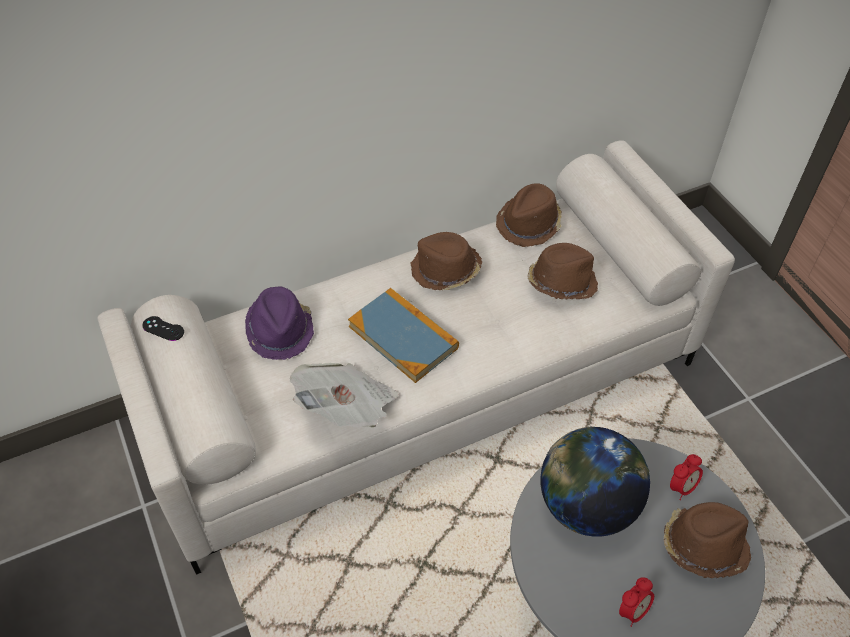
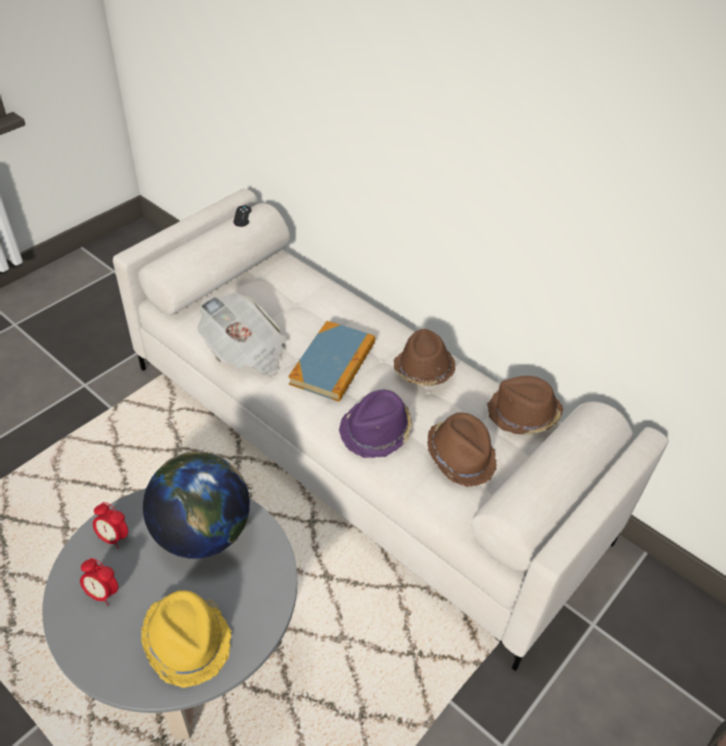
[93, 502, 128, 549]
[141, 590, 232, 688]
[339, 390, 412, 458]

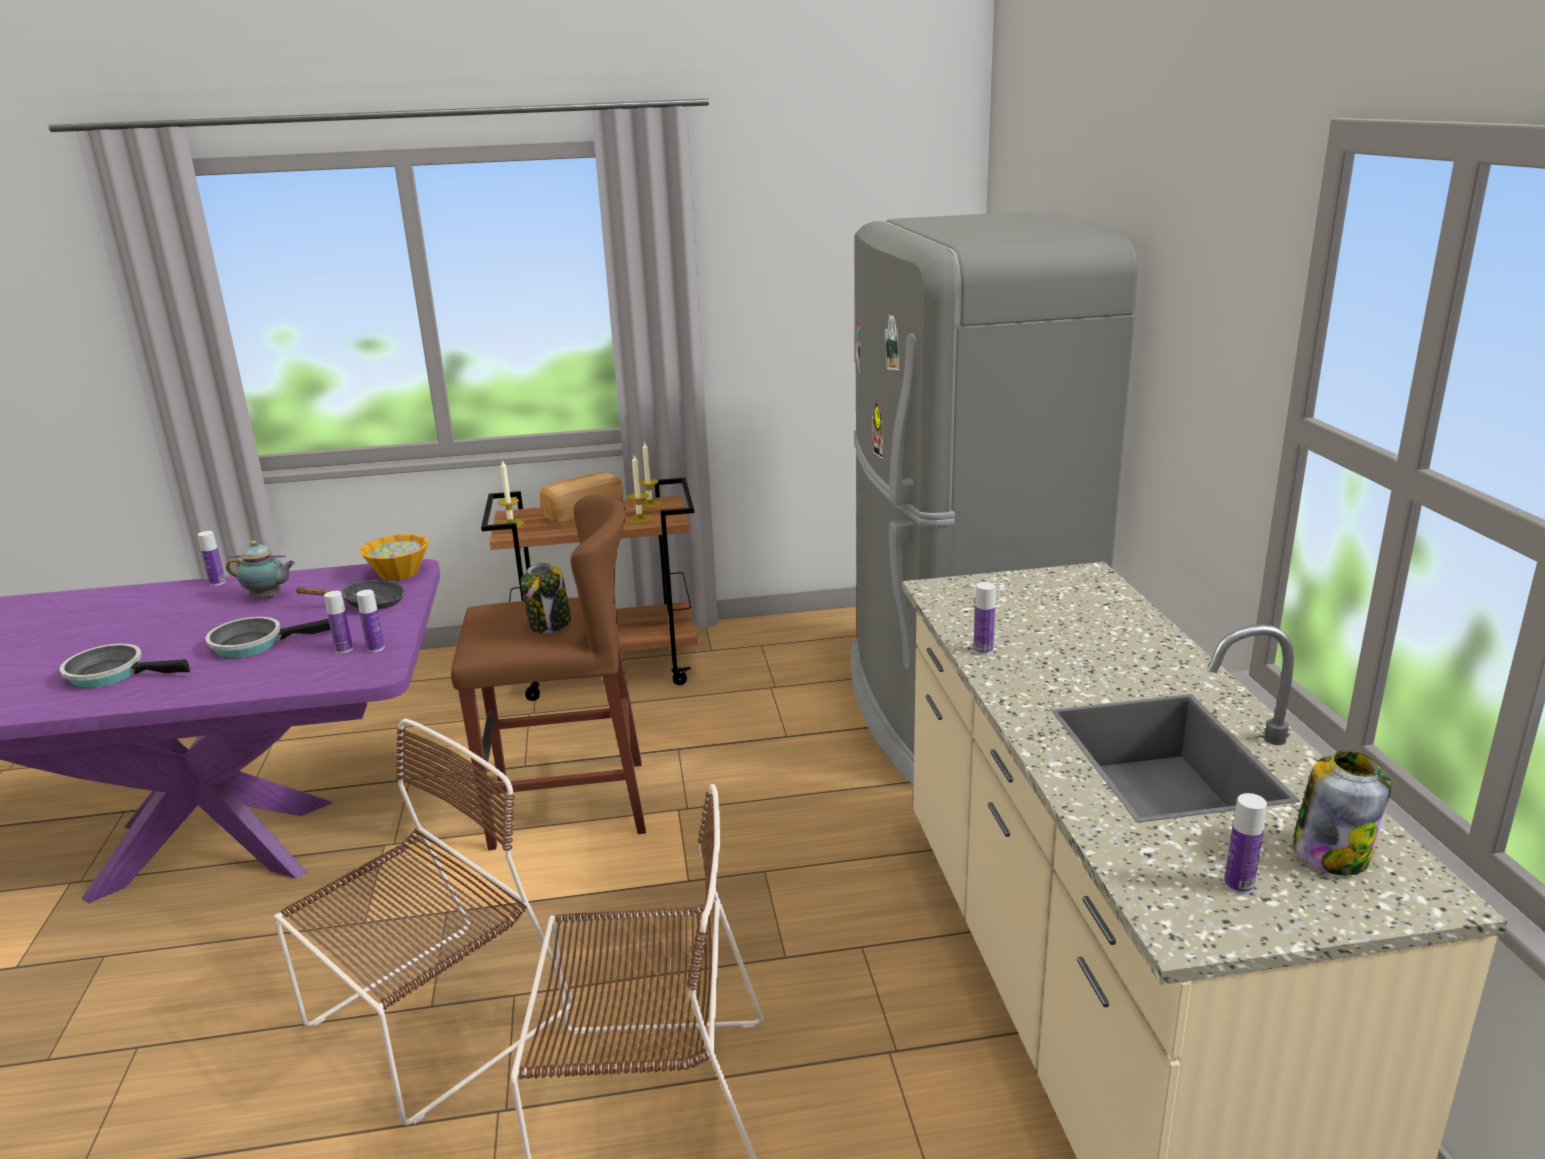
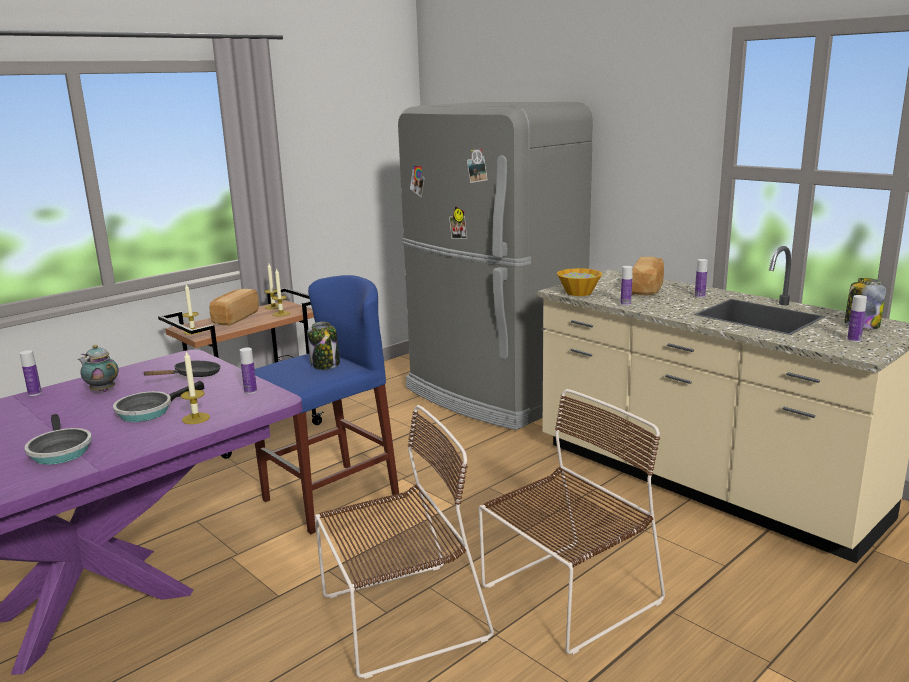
[24, 414, 92, 465]
[78, 345, 119, 392]
[181, 351, 210, 424]
[255, 275, 399, 534]
[315, 405, 494, 679]
[557, 268, 602, 296]
[632, 257, 664, 295]
[695, 259, 708, 298]

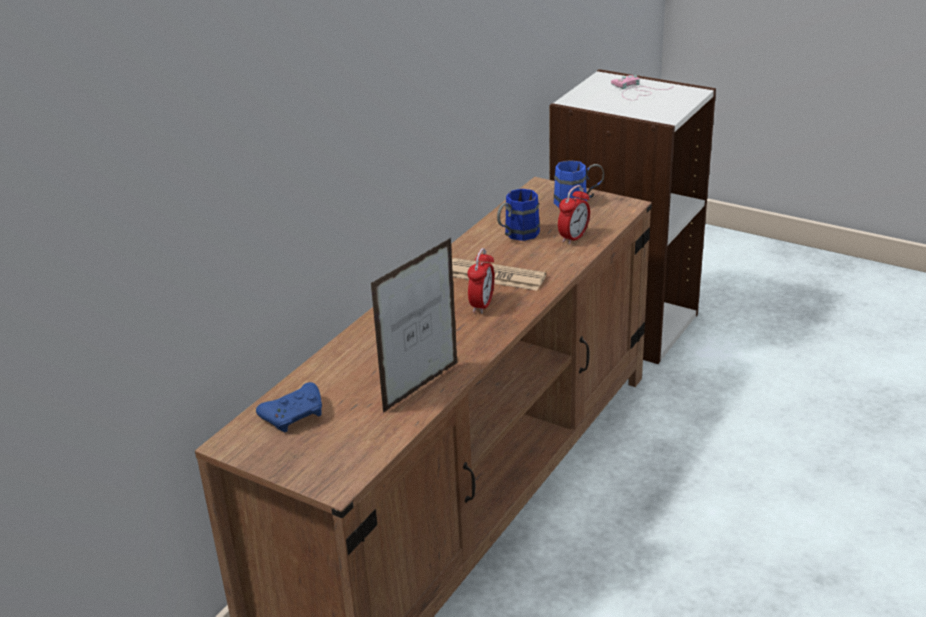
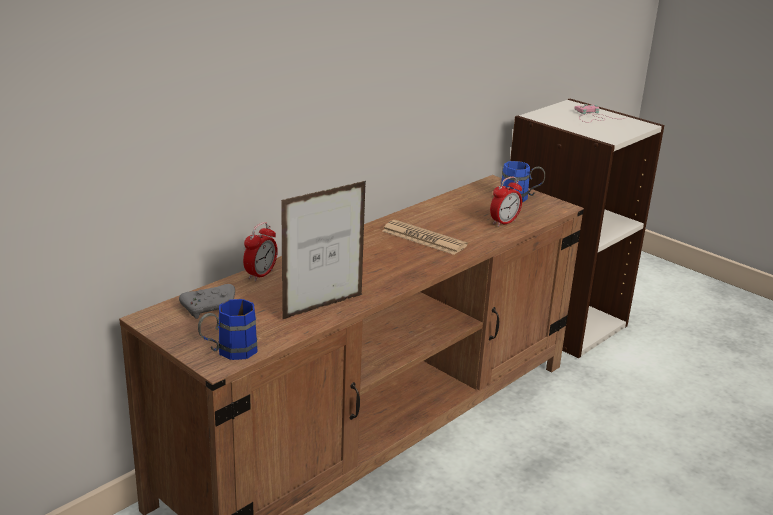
[179, 284, 235, 319]
[198, 299, 258, 360]
[243, 222, 278, 281]

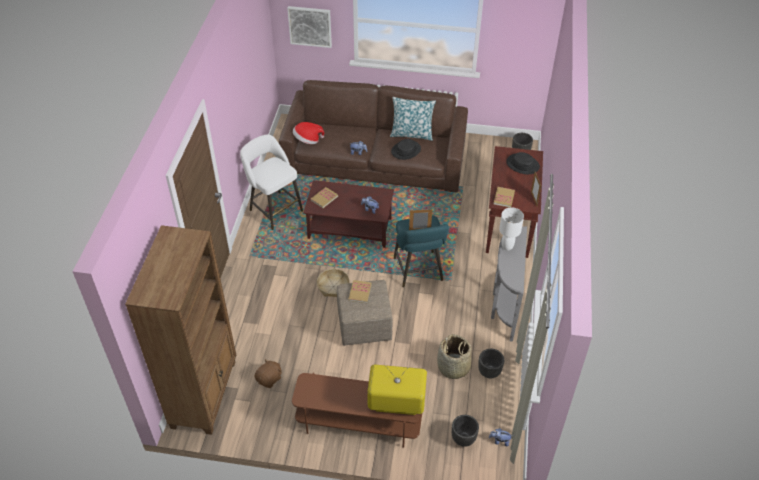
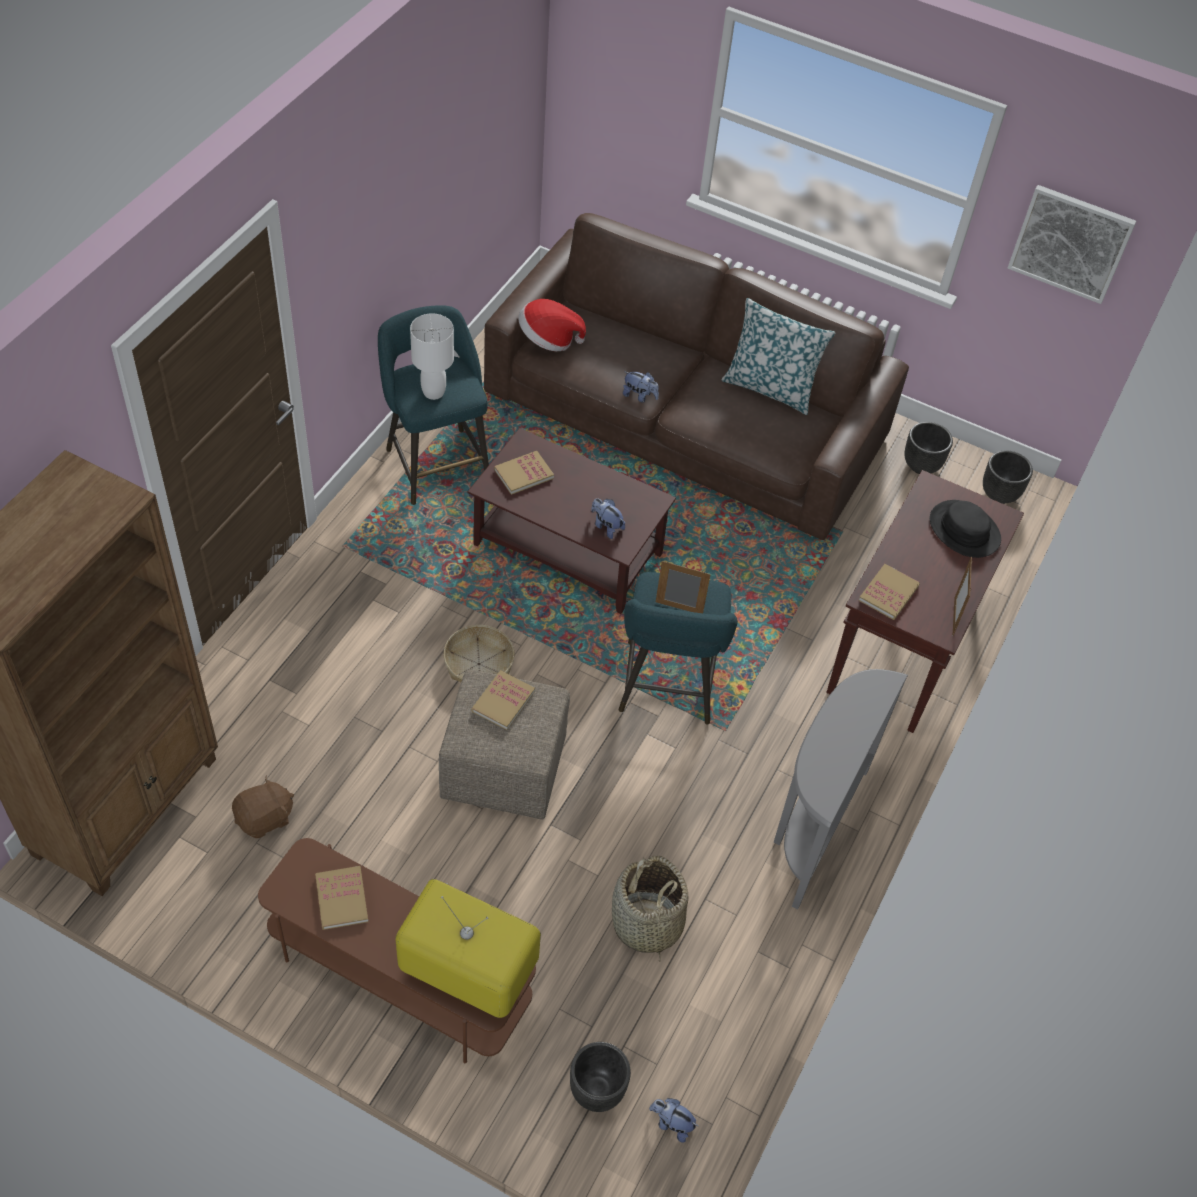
[315, 866, 368, 930]
[378, 305, 489, 505]
[410, 313, 454, 400]
[905, 422, 953, 474]
[1008, 185, 1137, 304]
[391, 139, 421, 160] (first image)

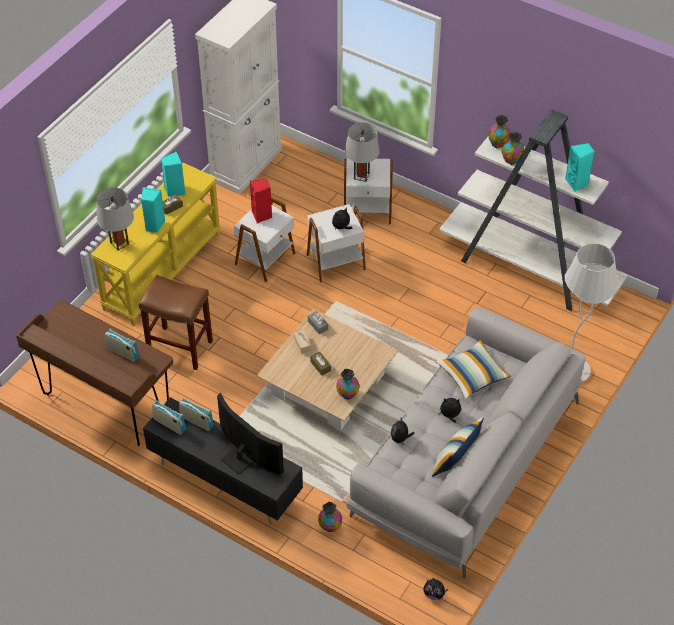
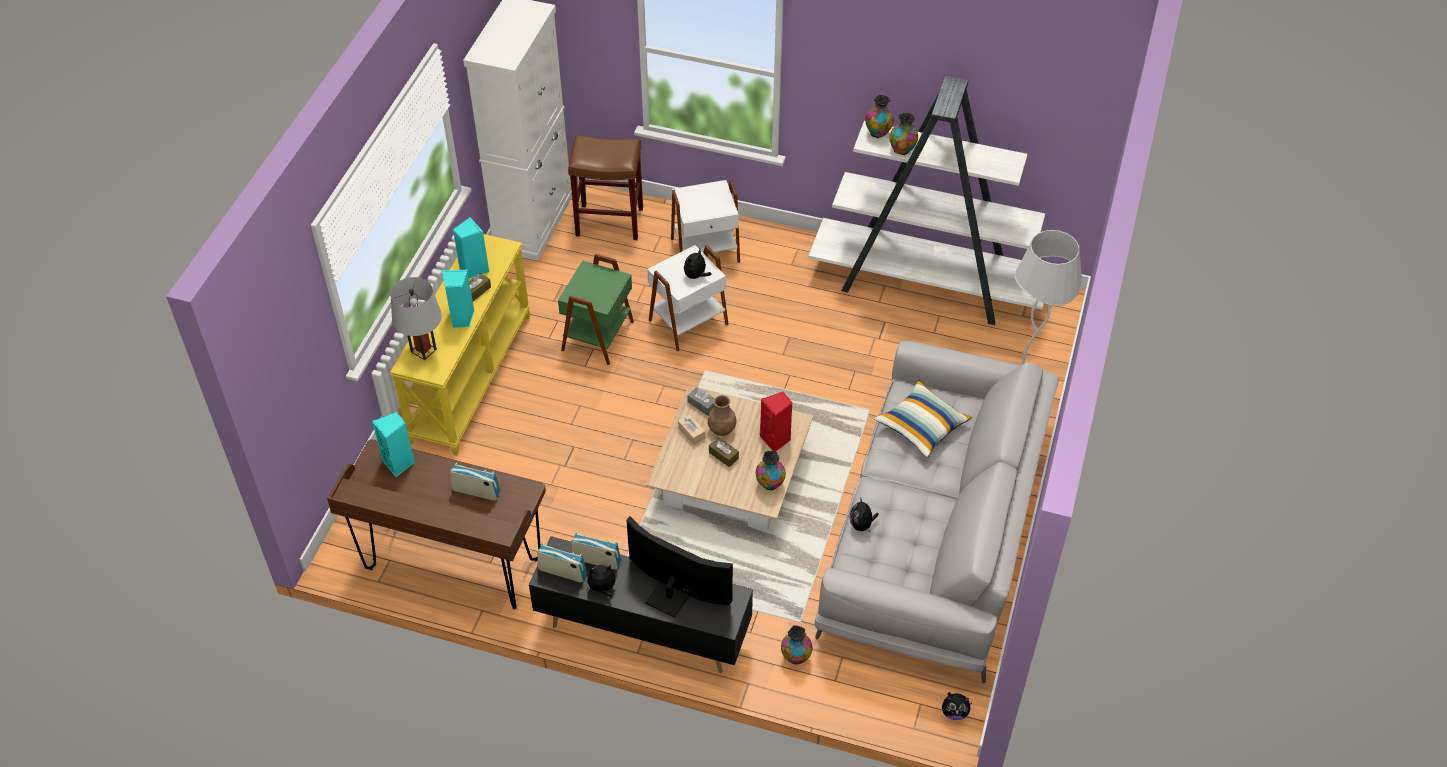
[372, 412, 415, 477]
[558, 254, 634, 365]
[568, 135, 643, 240]
[587, 565, 616, 597]
[708, 395, 736, 436]
[760, 392, 793, 452]
[345, 122, 379, 182] (first image)
[432, 417, 484, 477] (first image)

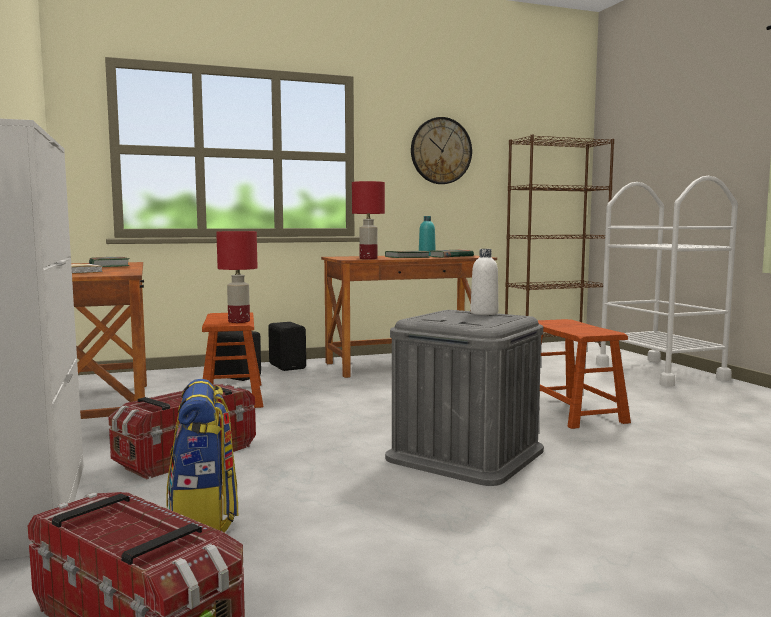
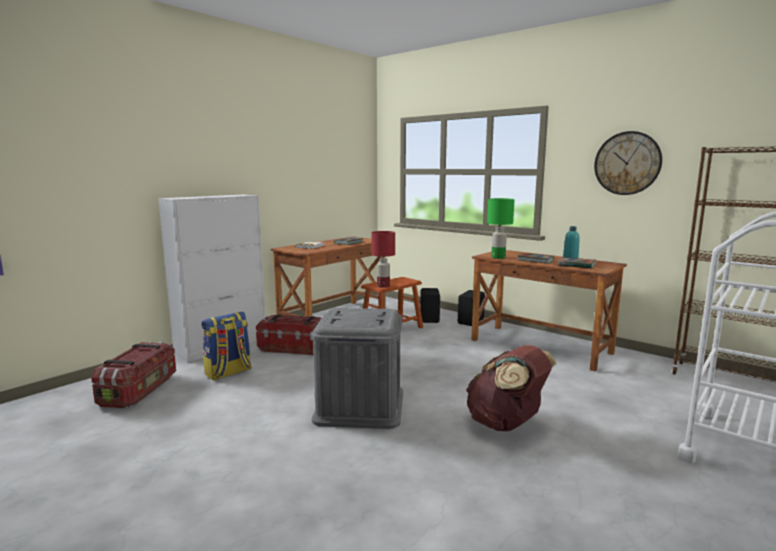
[466, 345, 556, 431]
[487, 198, 515, 259]
[470, 249, 498, 315] (first image)

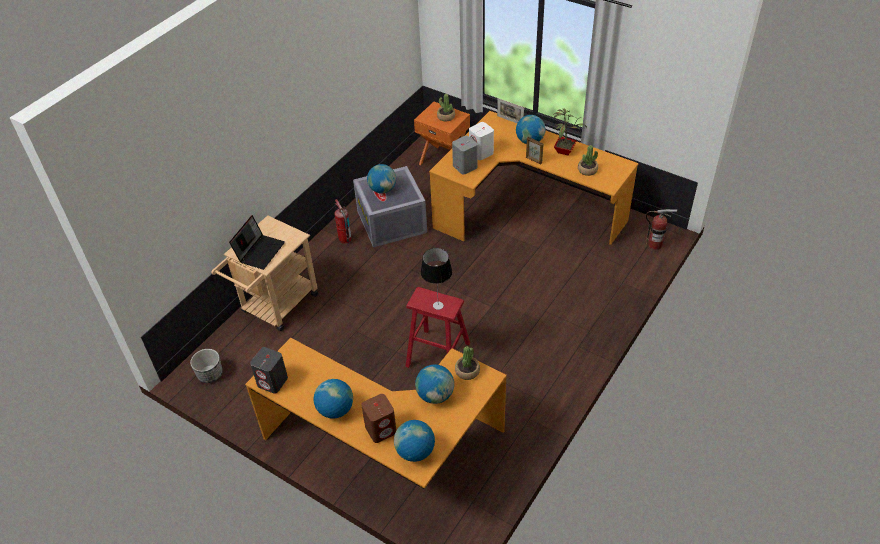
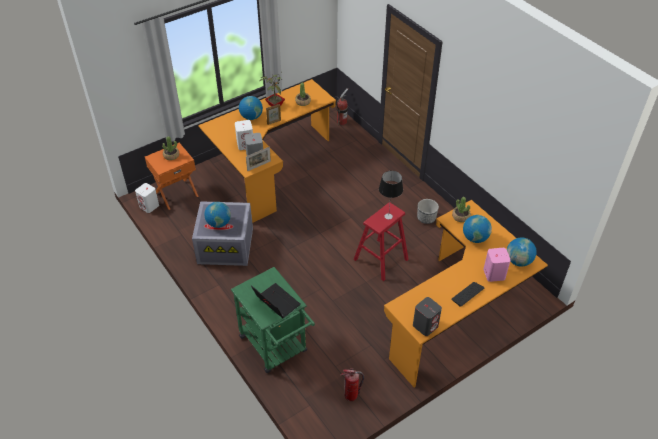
[135, 183, 159, 213]
[231, 267, 315, 373]
[246, 147, 271, 171]
[340, 368, 364, 401]
[417, 199, 439, 224]
[451, 282, 484, 307]
[483, 248, 511, 282]

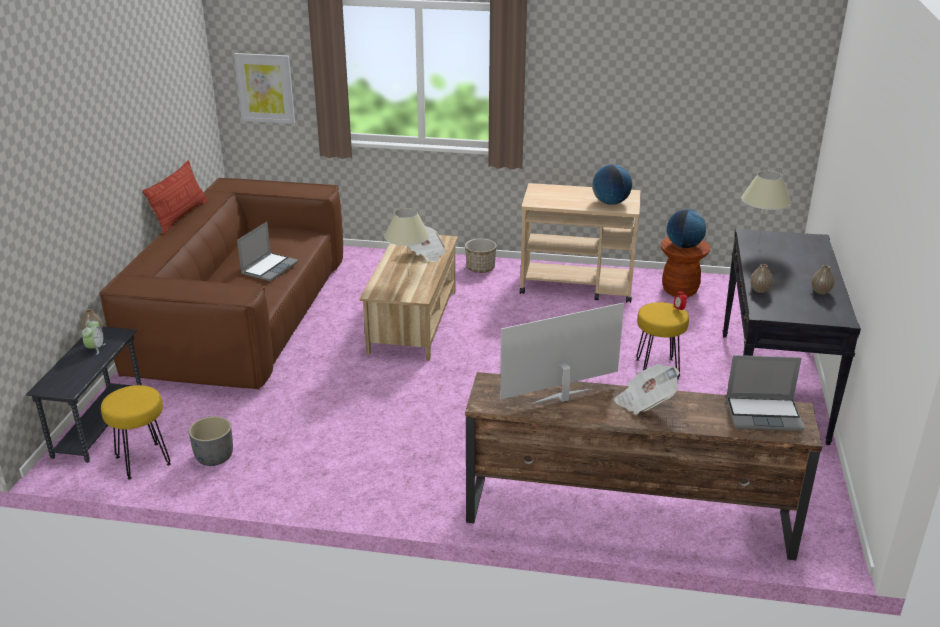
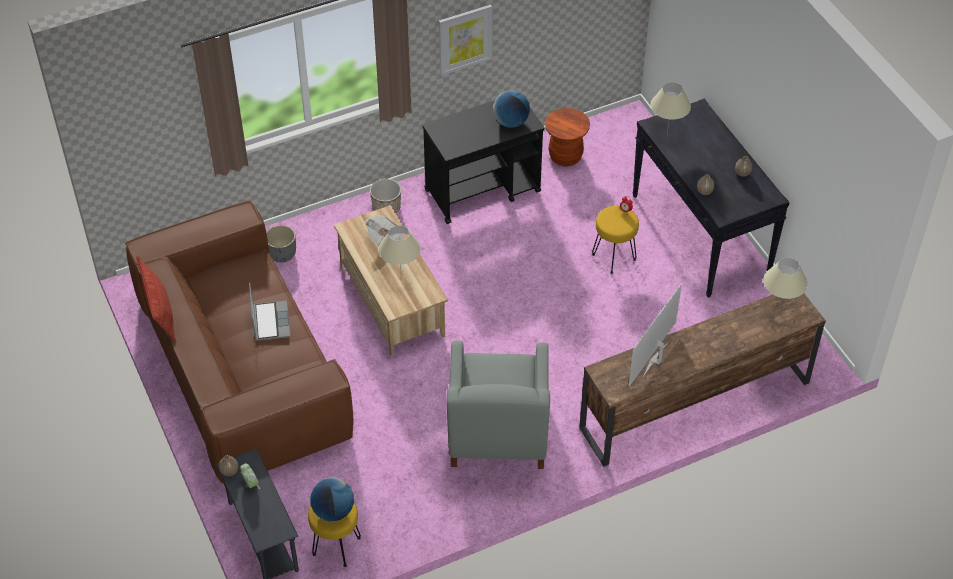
[266, 225, 296, 262]
[310, 477, 354, 522]
[422, 100, 544, 224]
[439, 5, 492, 75]
[447, 341, 550, 469]
[763, 258, 808, 310]
[614, 364, 680, 415] (first image)

